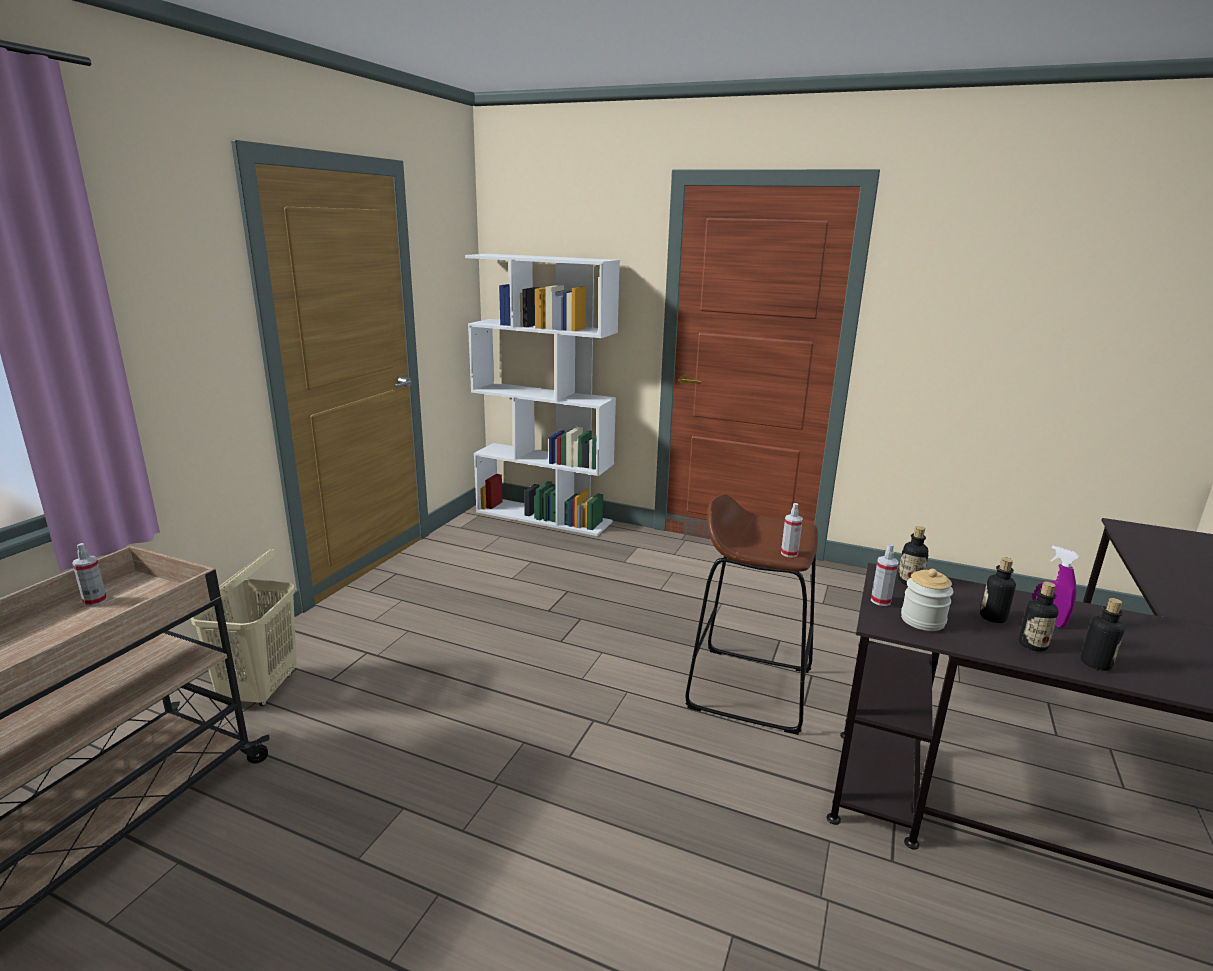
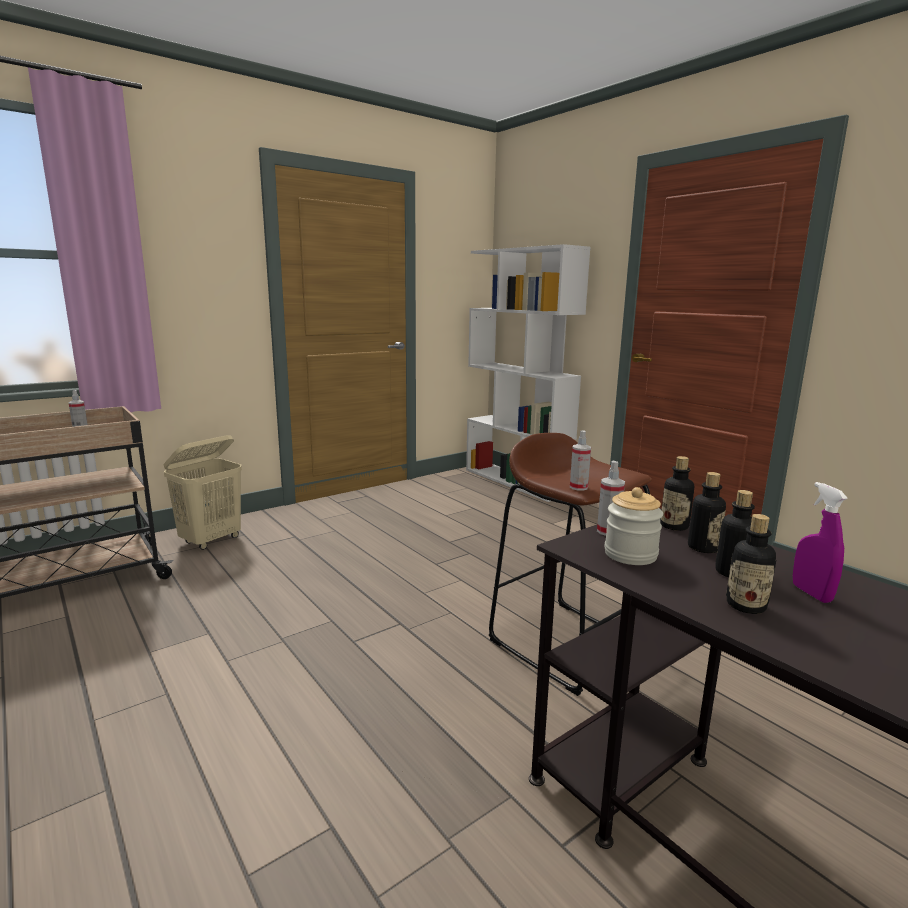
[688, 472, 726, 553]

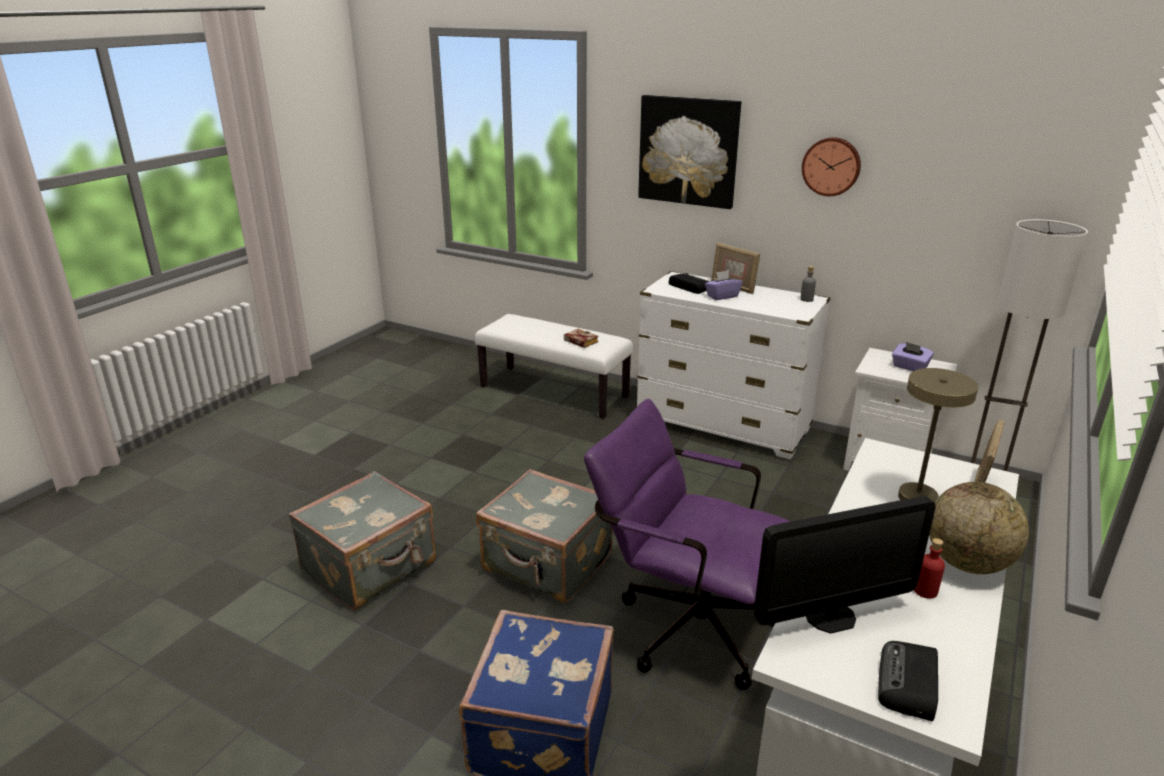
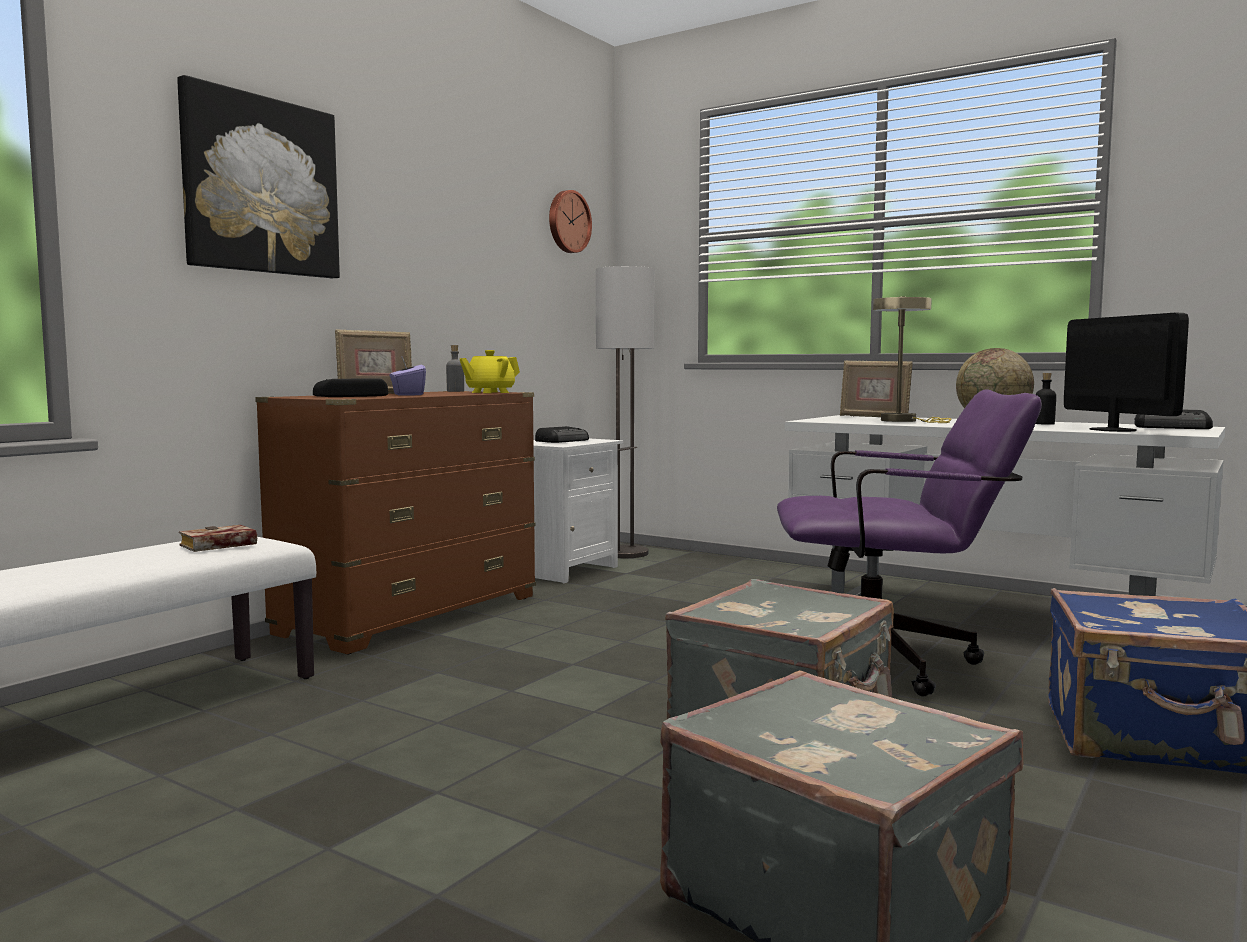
[255, 391, 536, 654]
[459, 350, 520, 393]
[535, 426, 589, 443]
[549, 190, 592, 253]
[777, 389, 1042, 696]
[1036, 373, 1056, 425]

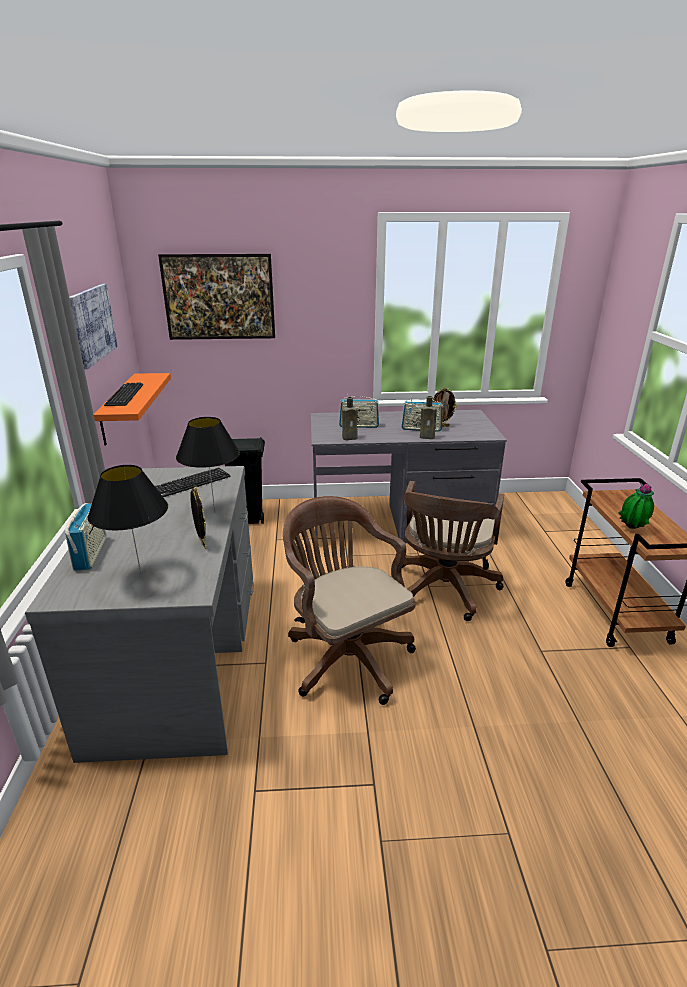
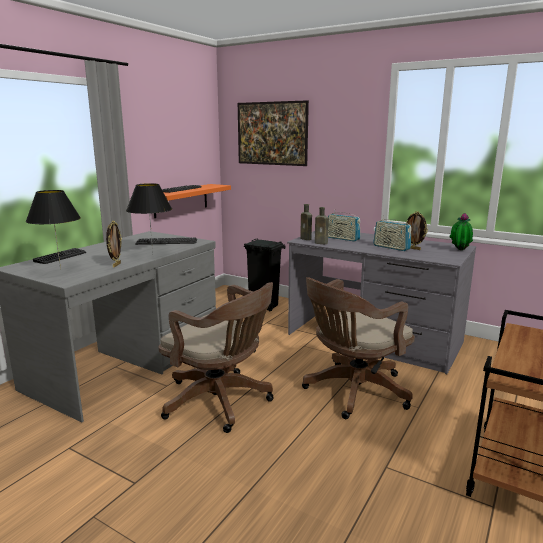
[33, 248, 86, 264]
[159, 282, 274, 433]
[300, 204, 312, 240]
[449, 213, 473, 250]
[69, 284, 118, 369] (first image)

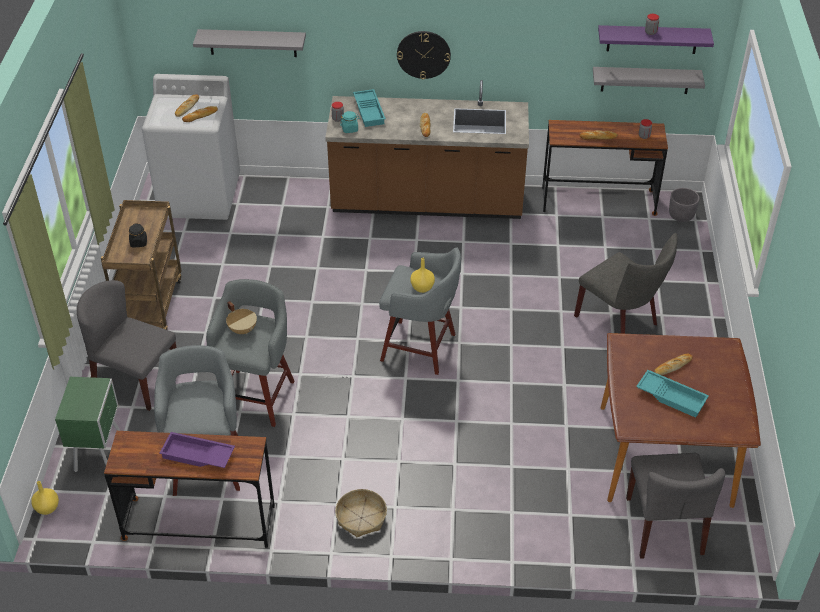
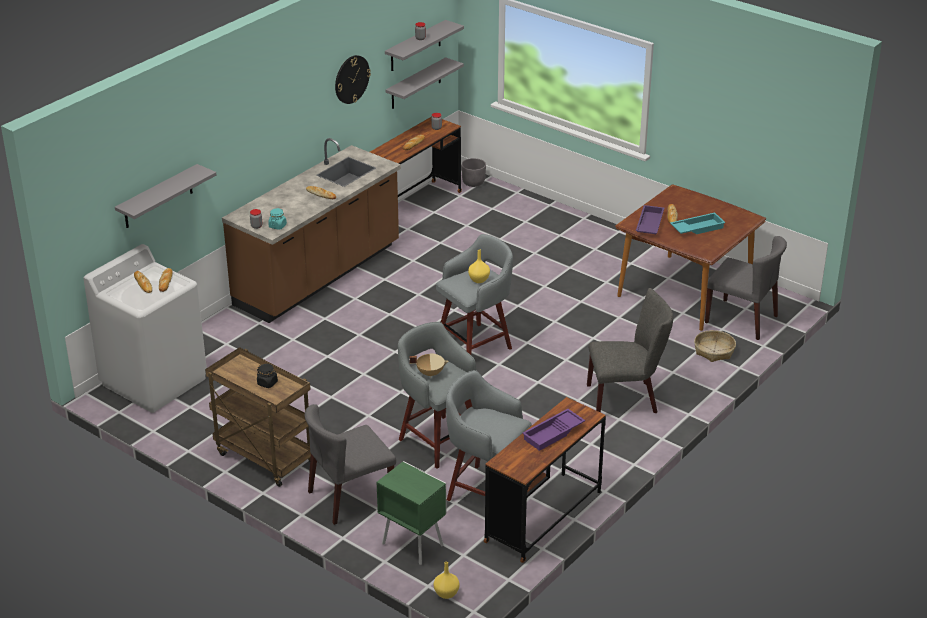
[335, 55, 371, 104]
[385, 20, 464, 71]
[587, 288, 673, 413]
[636, 205, 664, 234]
[694, 330, 736, 362]
[353, 89, 386, 127] (first image)

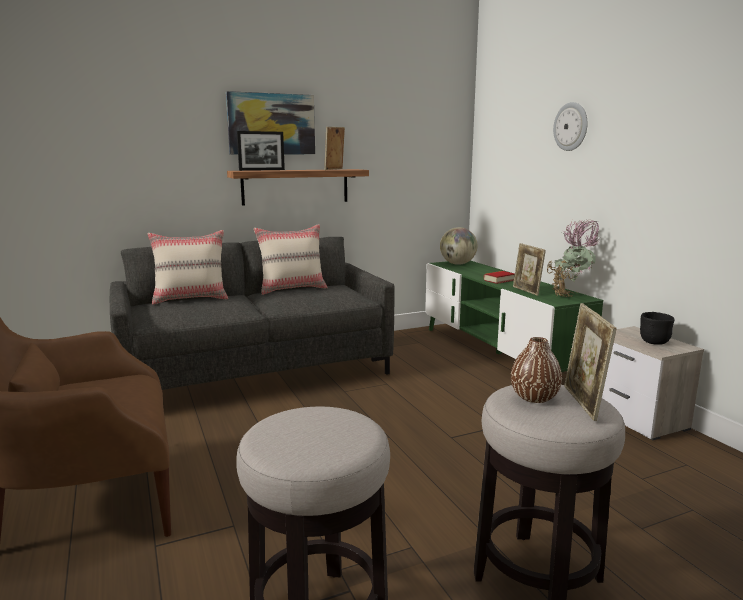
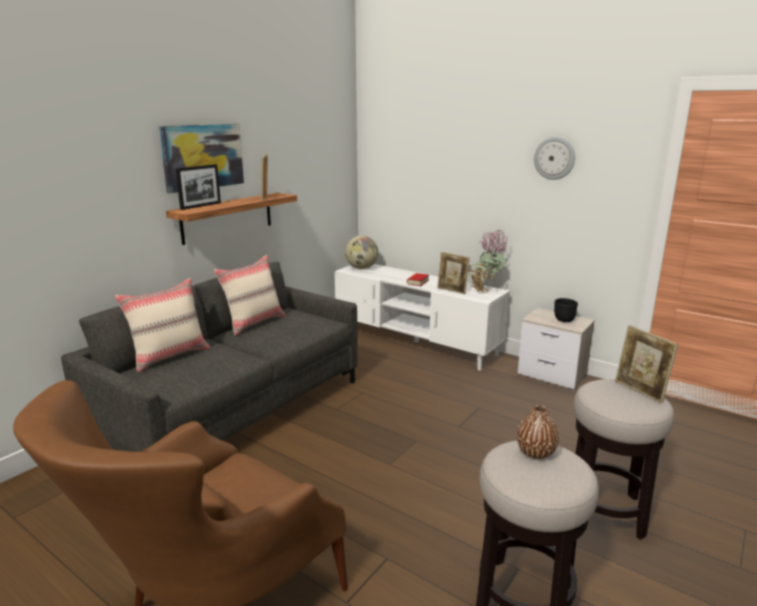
[334, 264, 510, 371]
[517, 405, 559, 459]
[534, 137, 575, 180]

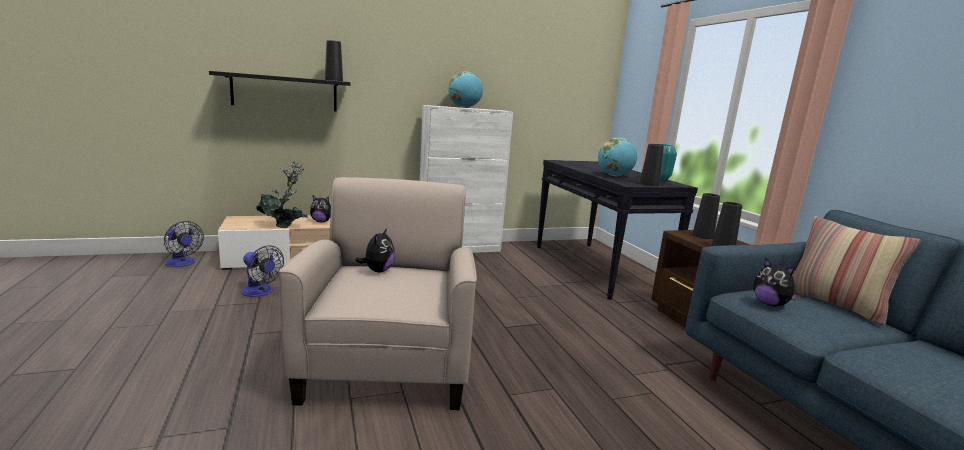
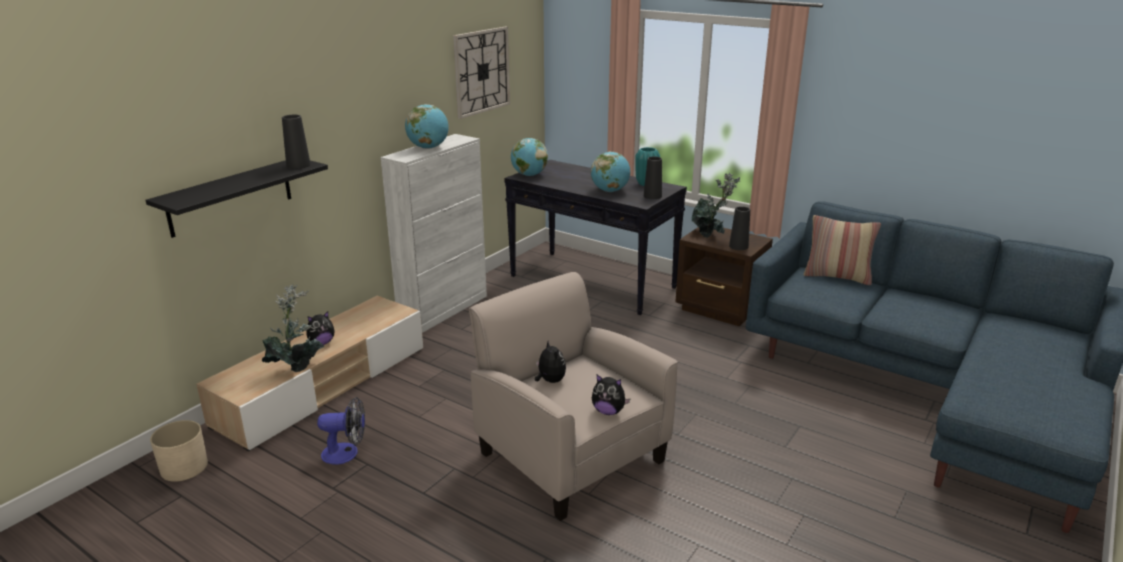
[150, 420, 208, 482]
[453, 26, 510, 119]
[511, 138, 548, 176]
[592, 375, 631, 415]
[691, 173, 740, 238]

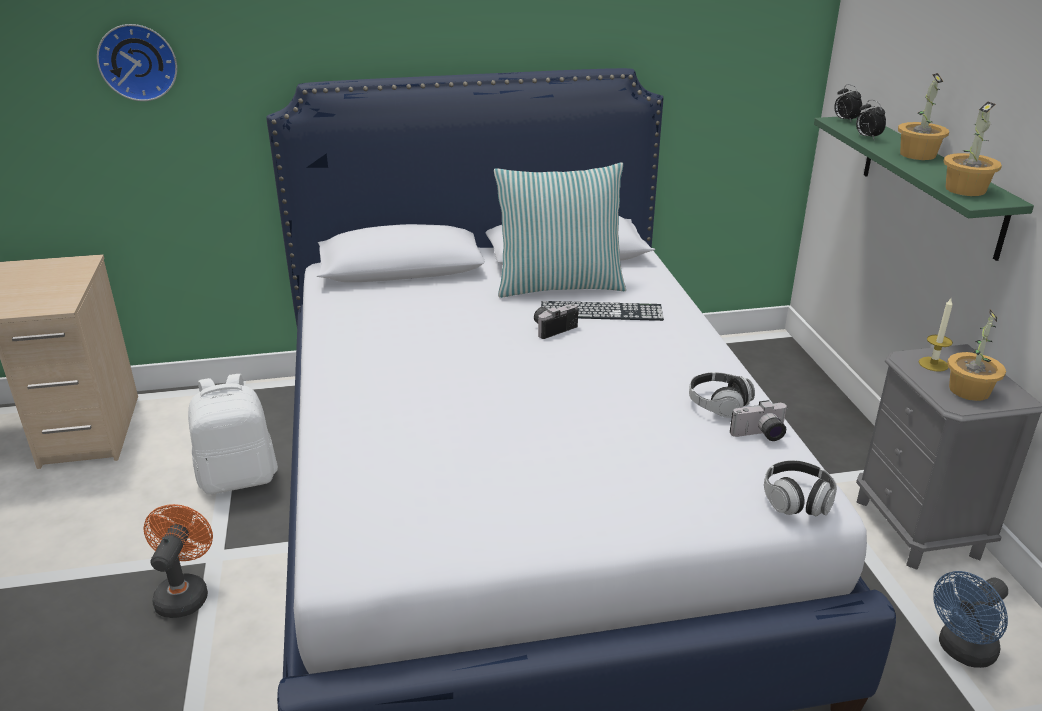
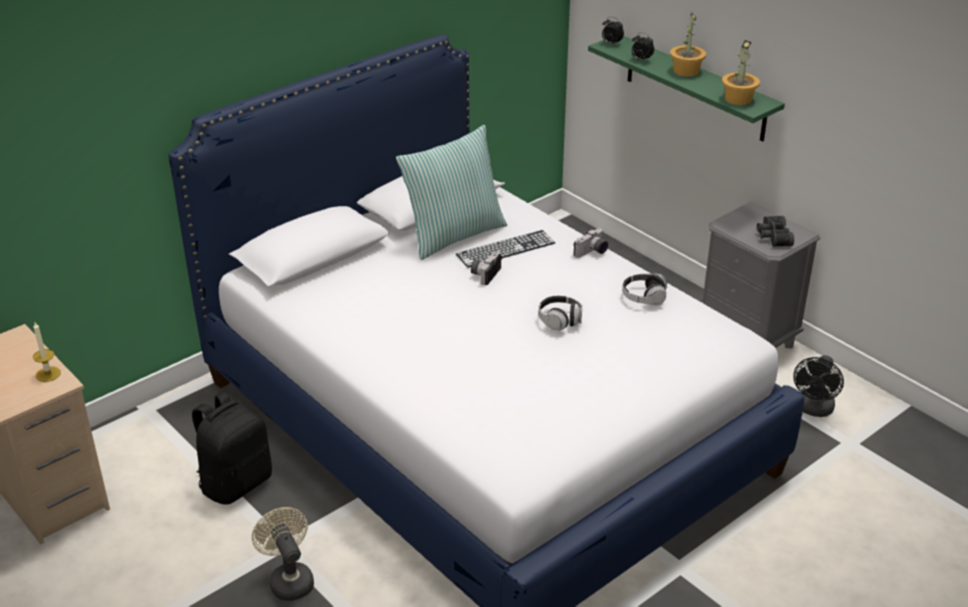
[33, 322, 61, 382]
[192, 391, 272, 505]
[252, 507, 314, 601]
[538, 296, 582, 331]
[574, 228, 608, 258]
[757, 216, 794, 247]
[793, 355, 844, 417]
[97, 24, 177, 101] (first image)

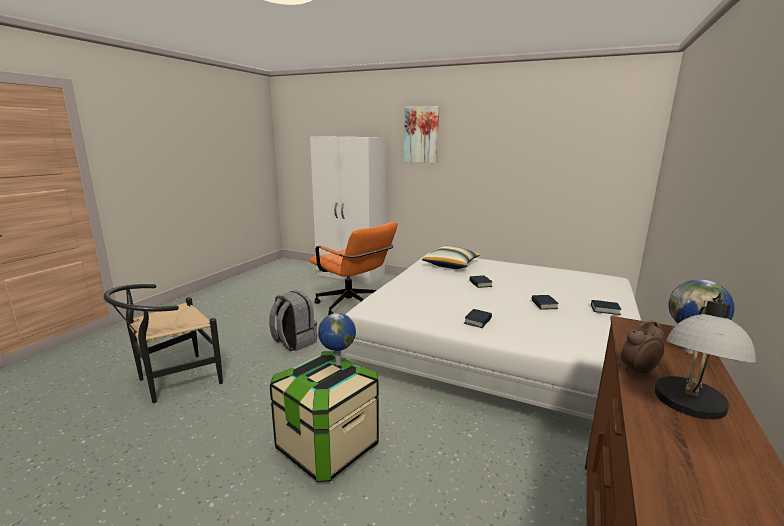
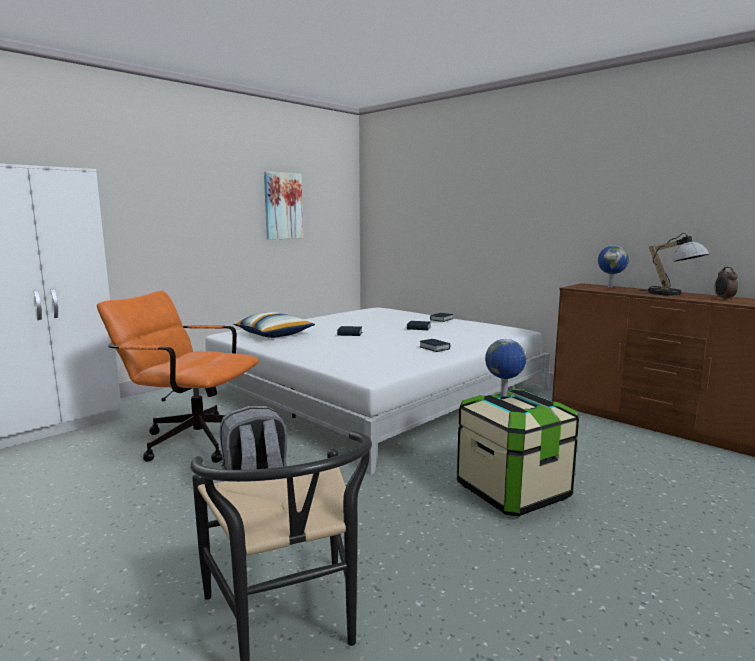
[97, 291, 259, 463]
[264, 171, 303, 240]
[715, 267, 738, 300]

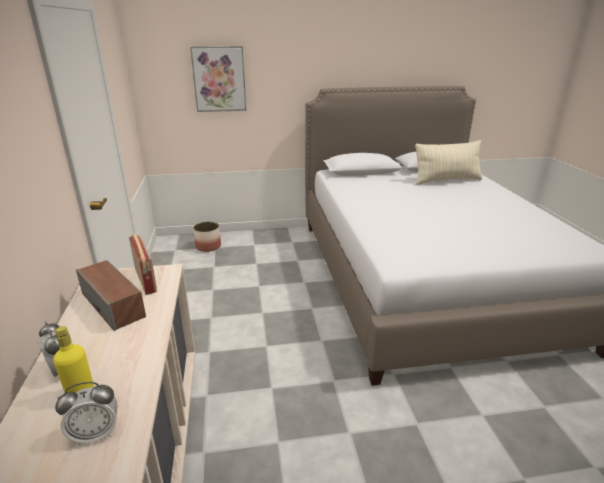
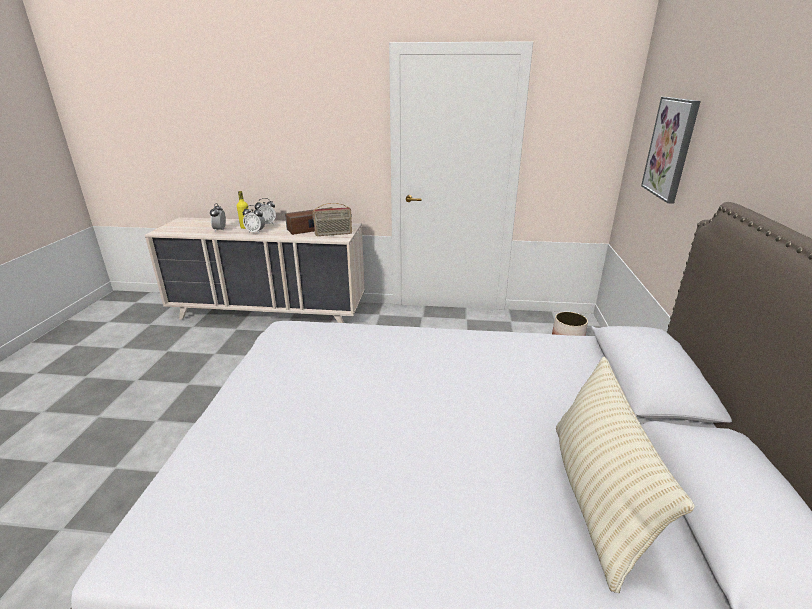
[243, 205, 265, 234]

